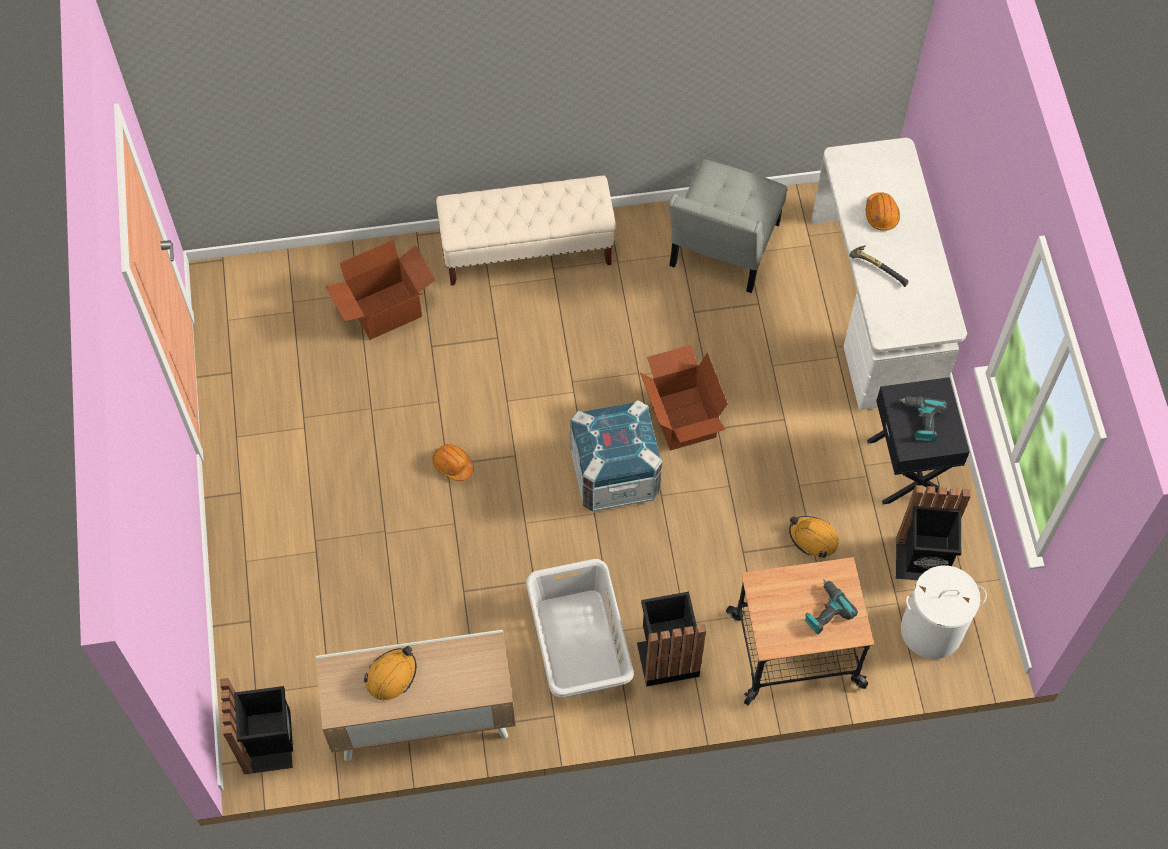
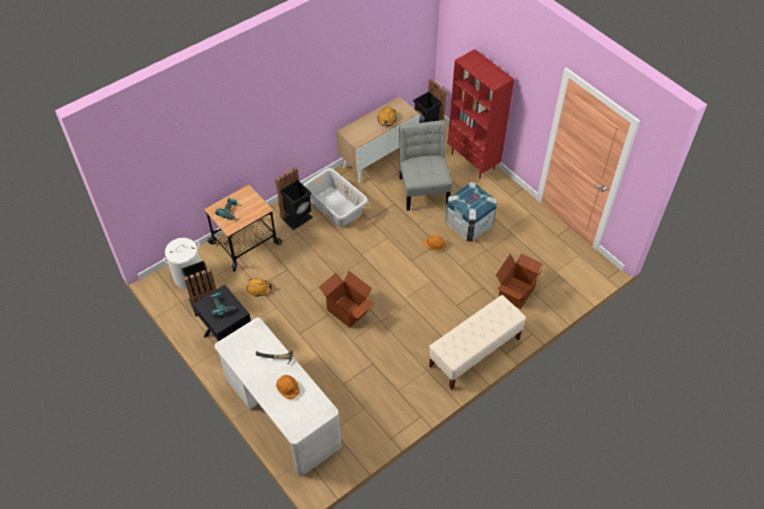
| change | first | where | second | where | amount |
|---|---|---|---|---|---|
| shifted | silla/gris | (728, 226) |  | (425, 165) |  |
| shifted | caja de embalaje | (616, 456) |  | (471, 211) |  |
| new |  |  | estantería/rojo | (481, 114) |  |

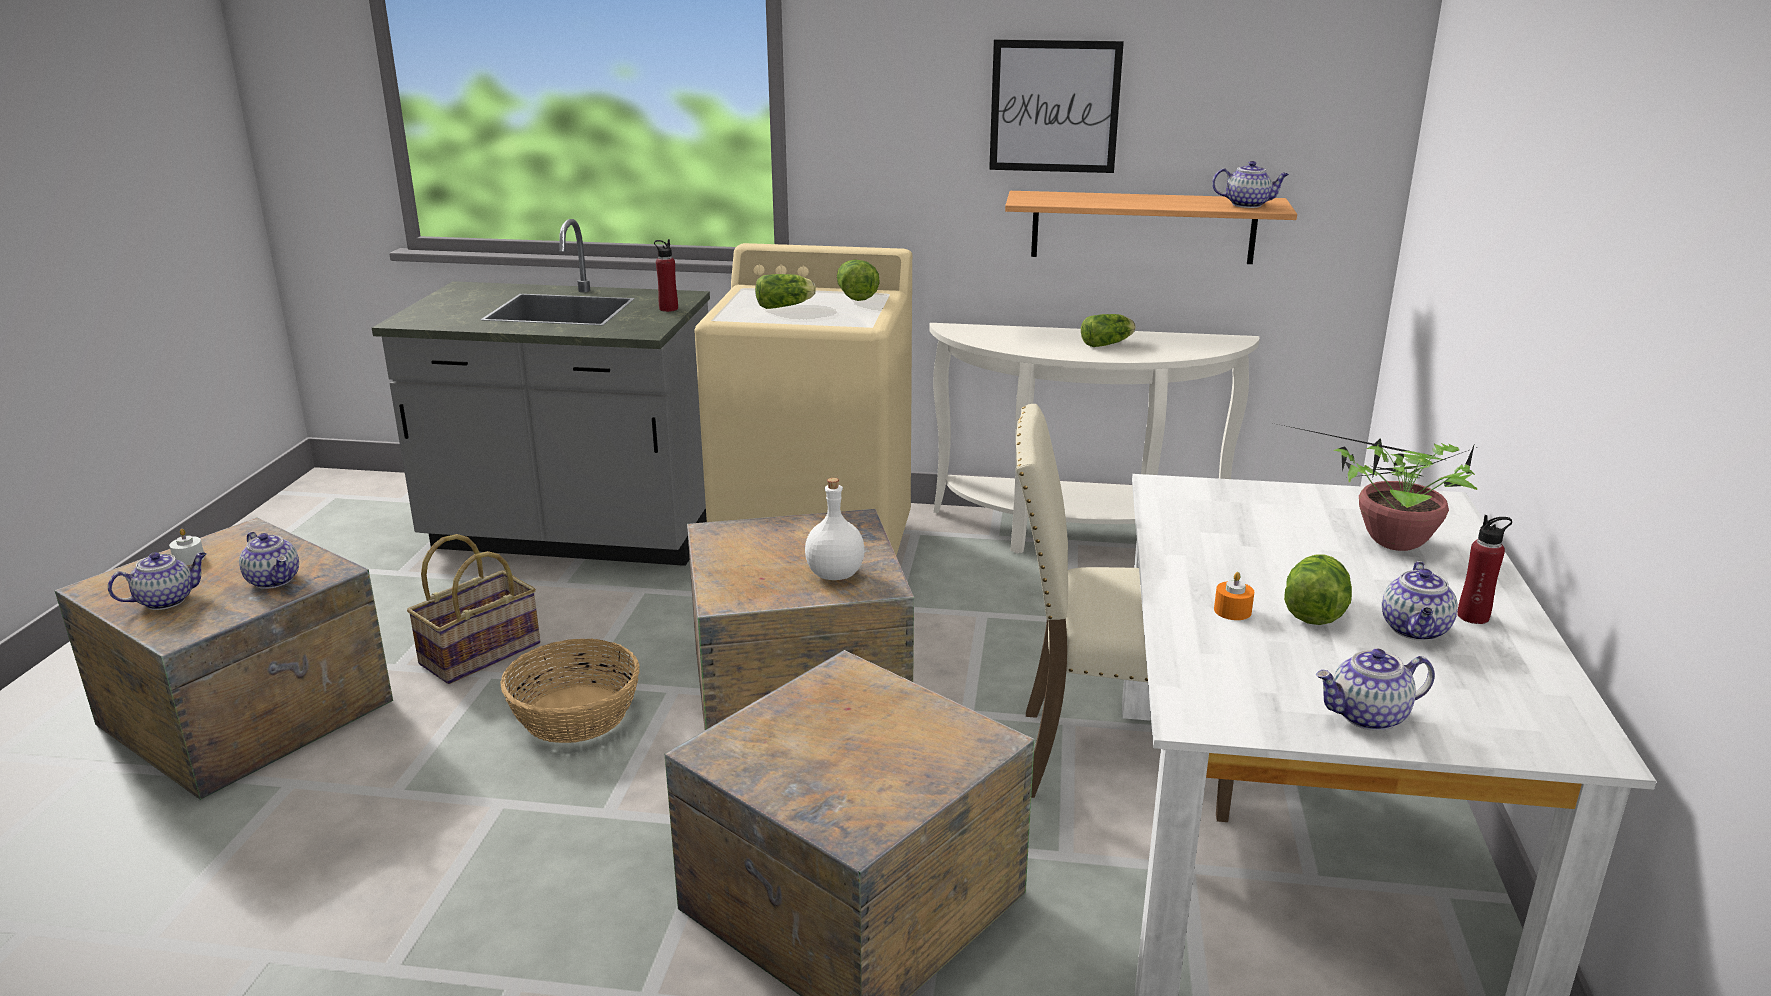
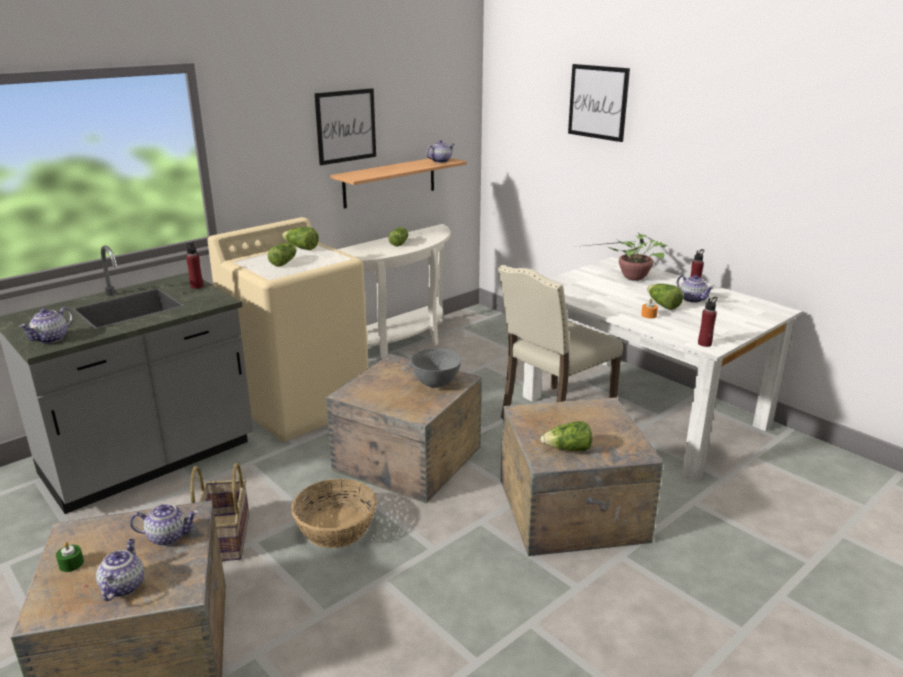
| change | first | where | second | where | amount |
|---|---|---|---|---|---|
| swapped | botella/blanco | (835, 529) | cuenco/gris | (436, 368) |  |
| repainted | vela/blanco | (187, 547) | vela/verde | (70, 557) |  |
| shifted | tetera | (1375, 690) |  | (46, 325) |  |
| new |  |  | cuadro | (599, 103) |  |
| new |  |  | botella/rojo | (708, 322) |  |
| new |  |  | lechuga | (566, 436) |  |

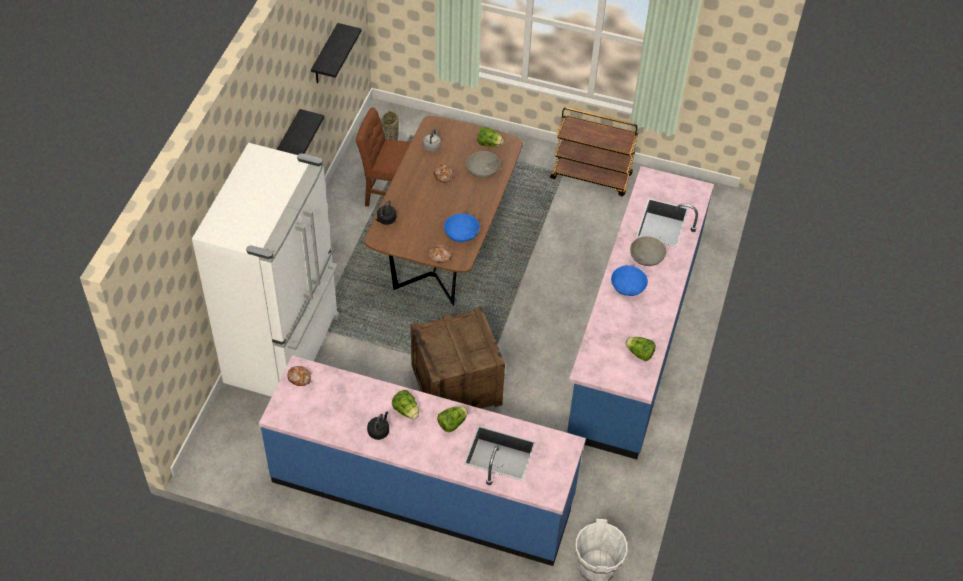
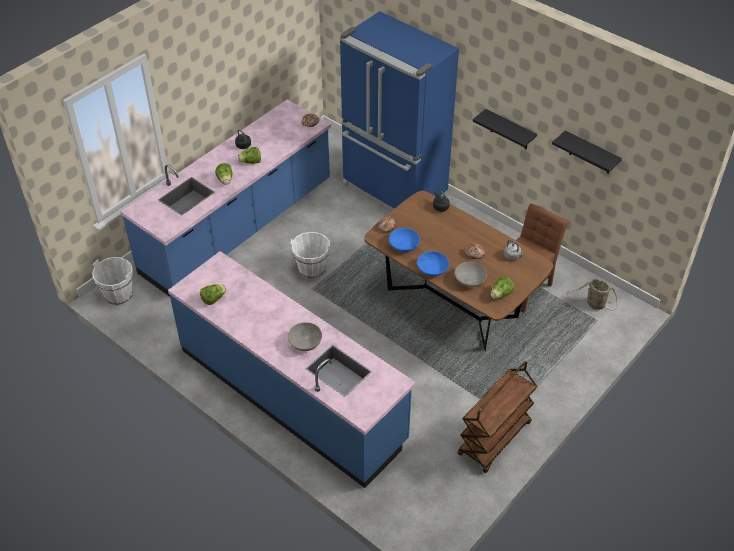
| change | first | where | second | where | amount |
|---|---|---|---|---|---|
| repainted | nevera/blanco | (266, 271) | nevera/azul | (399, 110) |  |
| shifted | cuenco/azul | (629, 280) |  | (433, 263) |  |
| swapped | caja de embalaje | (458, 357) | cubo/blanco | (310, 255) |  |

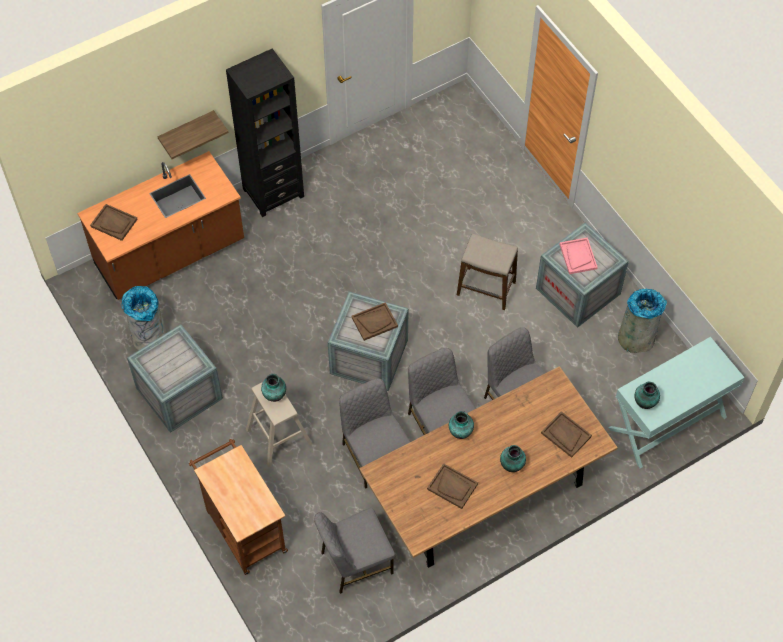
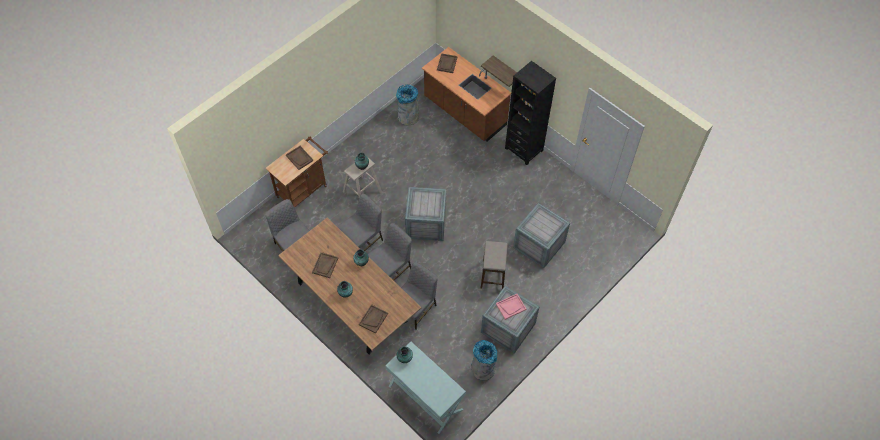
| change | first | where | second | where | amount |
|---|---|---|---|---|---|
| shifted | bandeja/marrón | (375, 321) |  | (299, 158) |  |
| shifted | caja de embalaje | (175, 378) |  | (541, 235) |  |

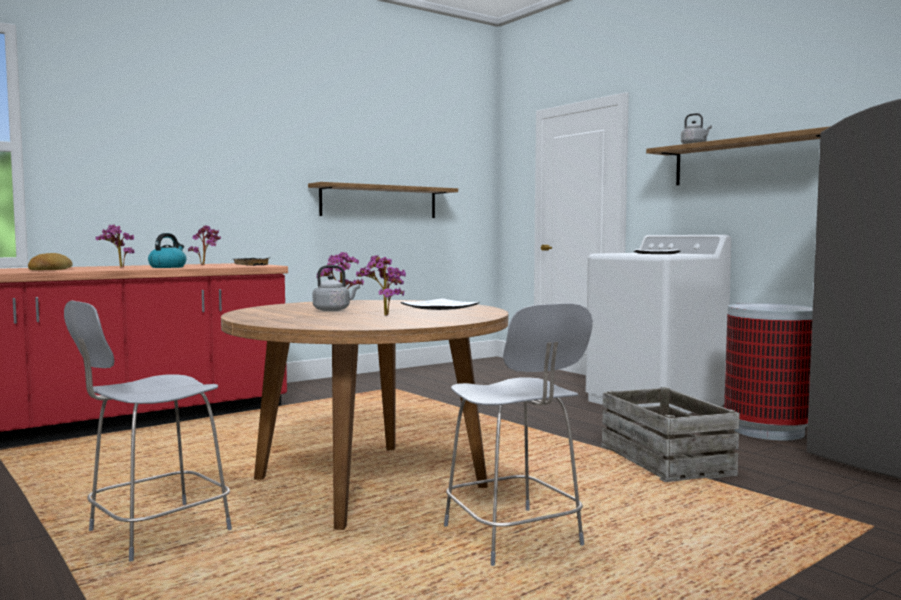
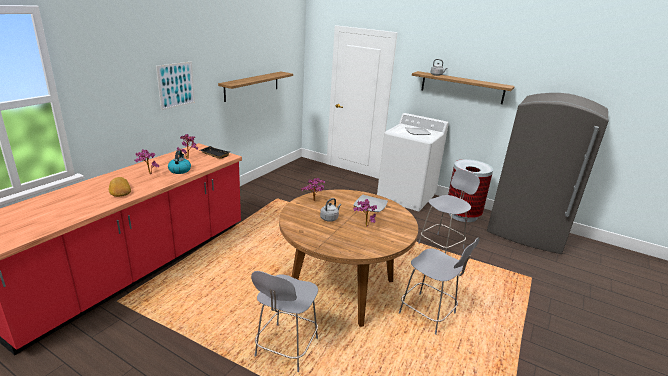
| change | first | where | second | where | amount |
|---|---|---|---|---|---|
| swapped | caja de embalaje | (670, 434) | silla/gris | (449, 211) |  |
| new |  |  | cuadro | (175, 86) |  |

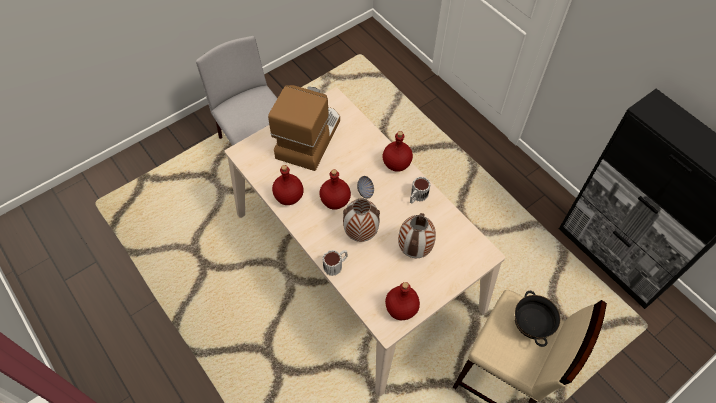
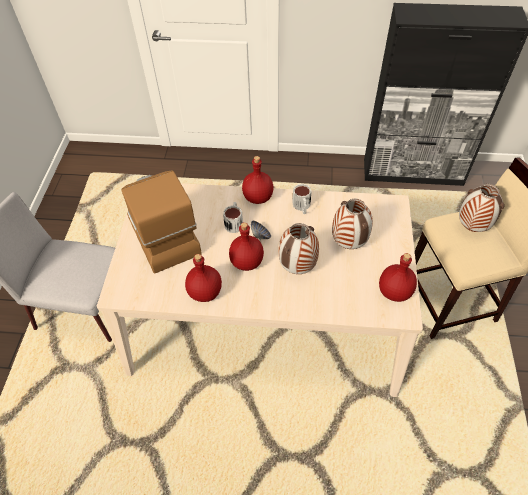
| change | first | where | second | where | amount |
|---|---|---|---|---|---|
| shifted | taza grande | (334, 263) |  | (233, 217) |  |
| swapped | cuenco/negro | (537, 319) | florero | (482, 208) |  |

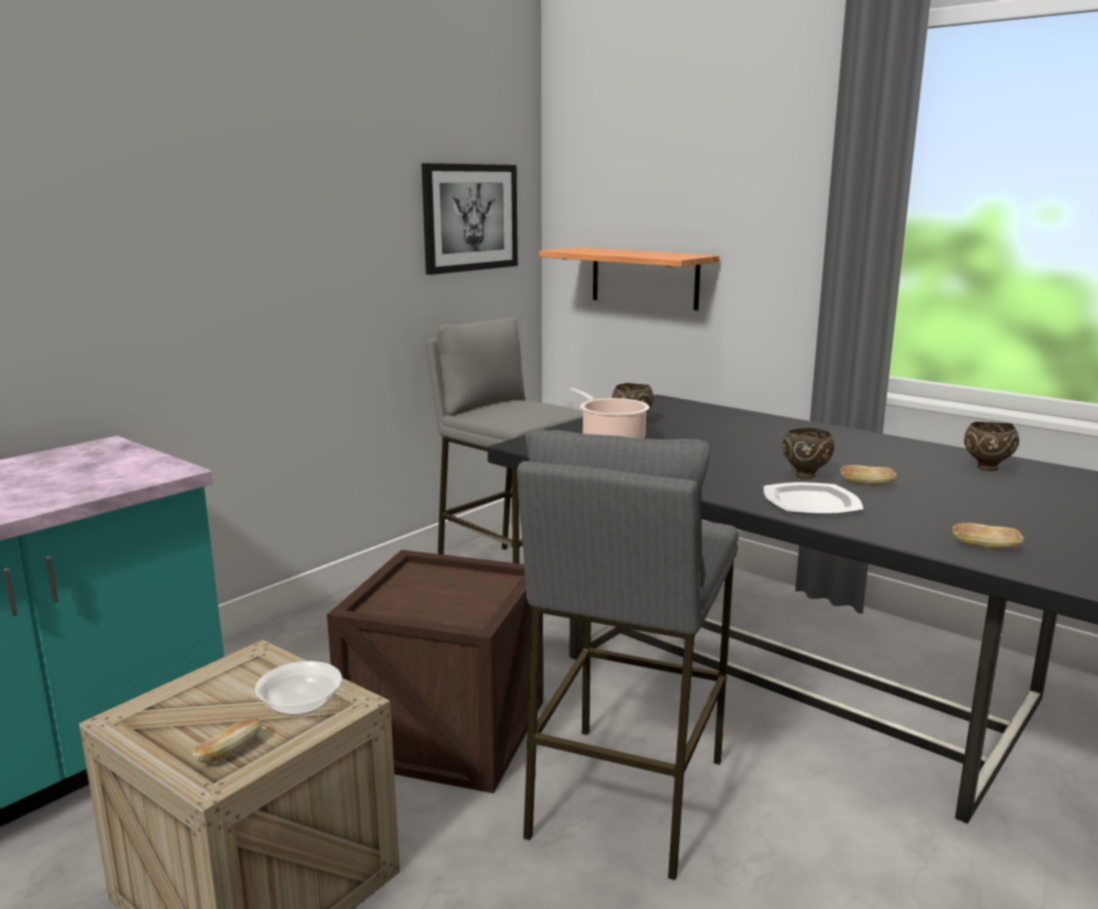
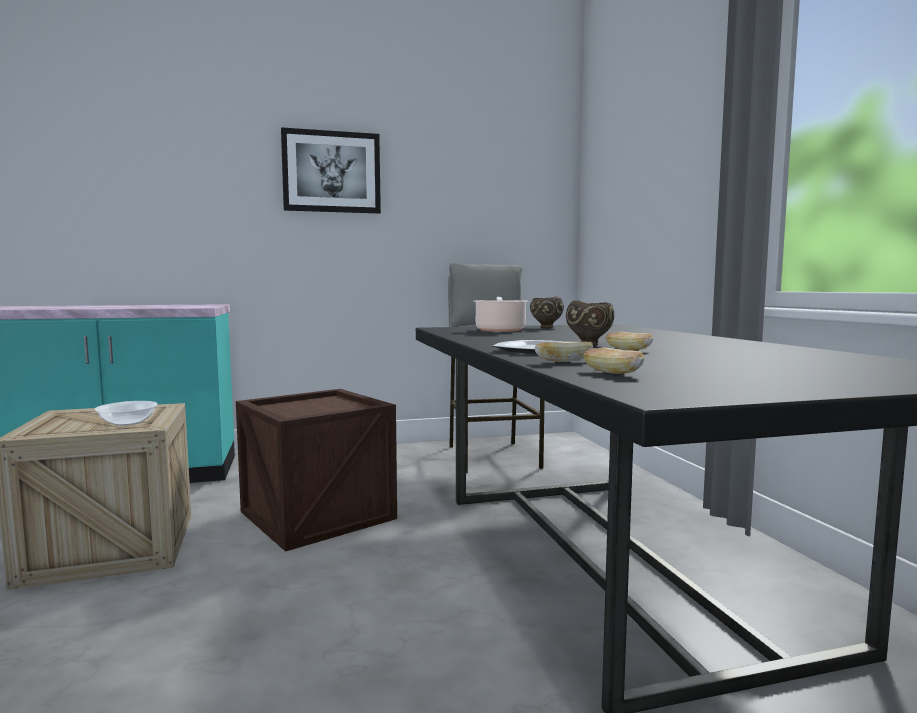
| change | first | where | second | where | amount |
|---|---|---|---|---|---|
| shifted | cuadro | (469, 219) |  | (331, 170) |  |
| gone | estante | (629, 279) |  |  |  |
| gone | cuenco/marrón | (991, 446) |  |  |  |
| gone | taburete/gris | (627, 655) |  |  |  |
| shifted | pan | (227, 740) |  | (564, 352) |  |

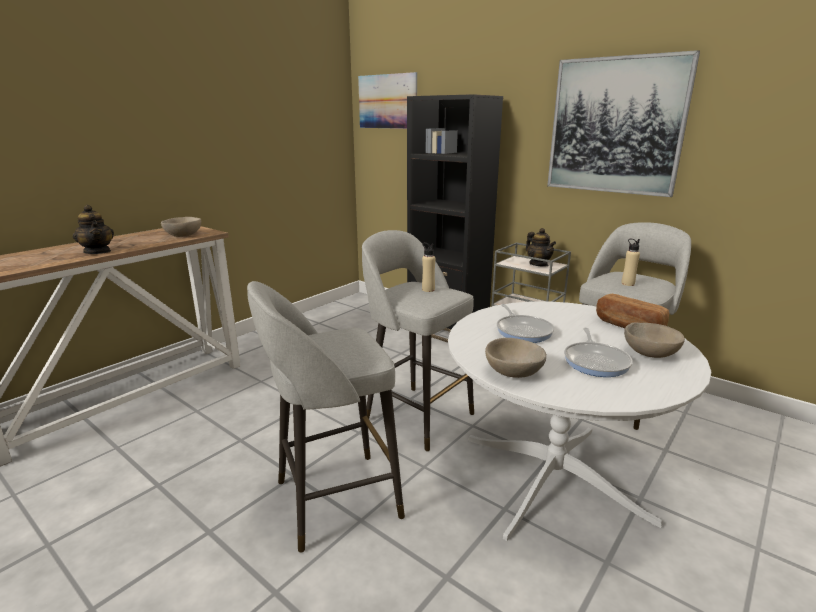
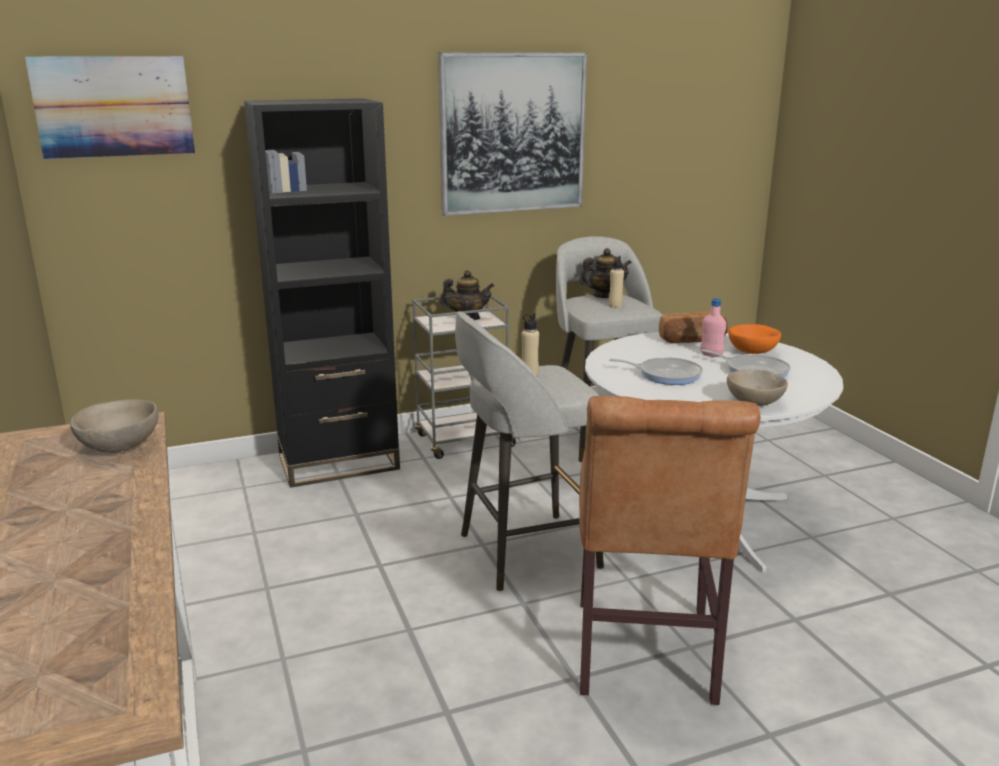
| change | first | where | second | where | amount |
|---|---|---|---|---|---|
| shifted | tetera | (93, 229) |  | (605, 273) |  |
| swapped | taburete/gris | (326, 417) | silla/marrón | (670, 550) |  |
| repainted | cuenco/beis | (654, 340) | cuenco/naranja | (754, 339) |  |
| new |  |  | botella/rosa | (713, 327) |  |

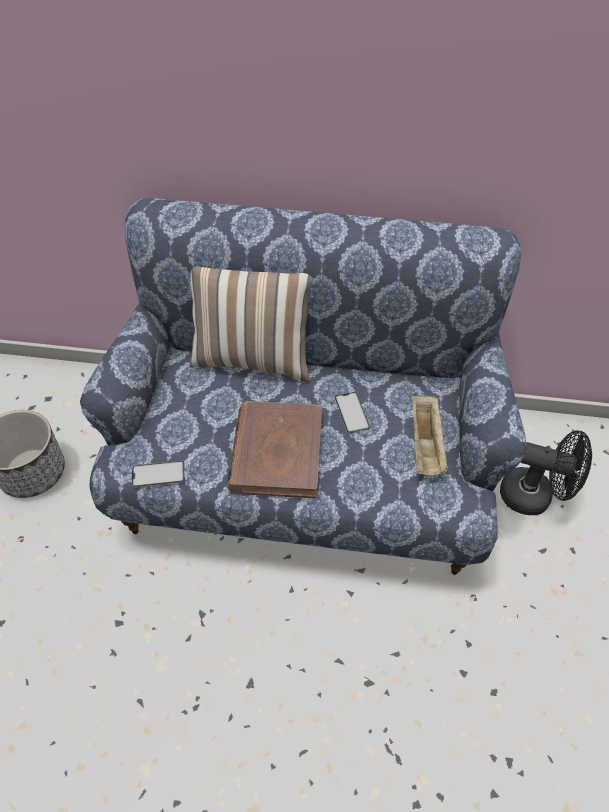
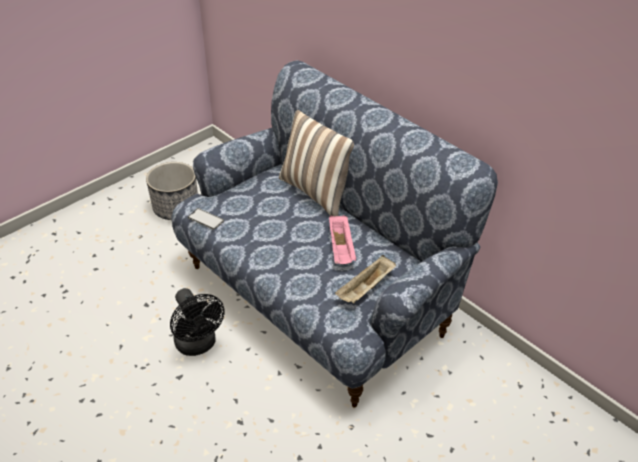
| change | first | where | second | where | amount |
|---|---|---|---|---|---|
| swapped | móvil | (352, 412) | bandeja/rosa | (342, 239) |  |
| gone | libro/marrón | (274, 449) |  |  |  |
| shifted | ventilador/negro | (546, 472) |  | (197, 322) |  |

